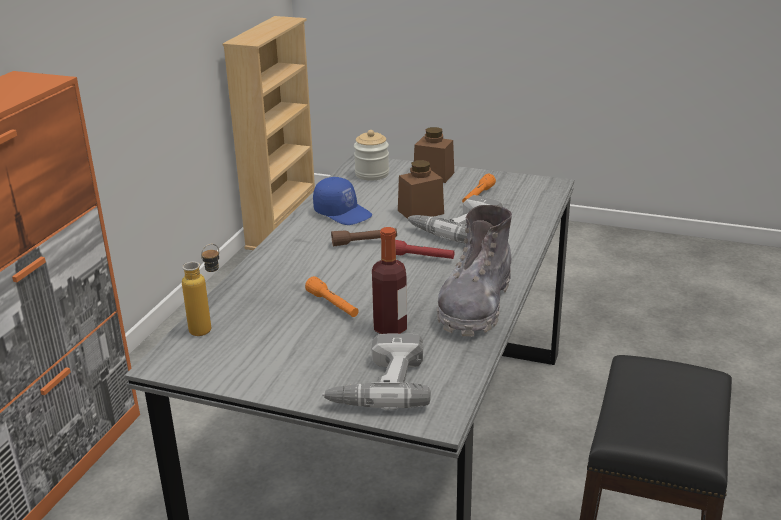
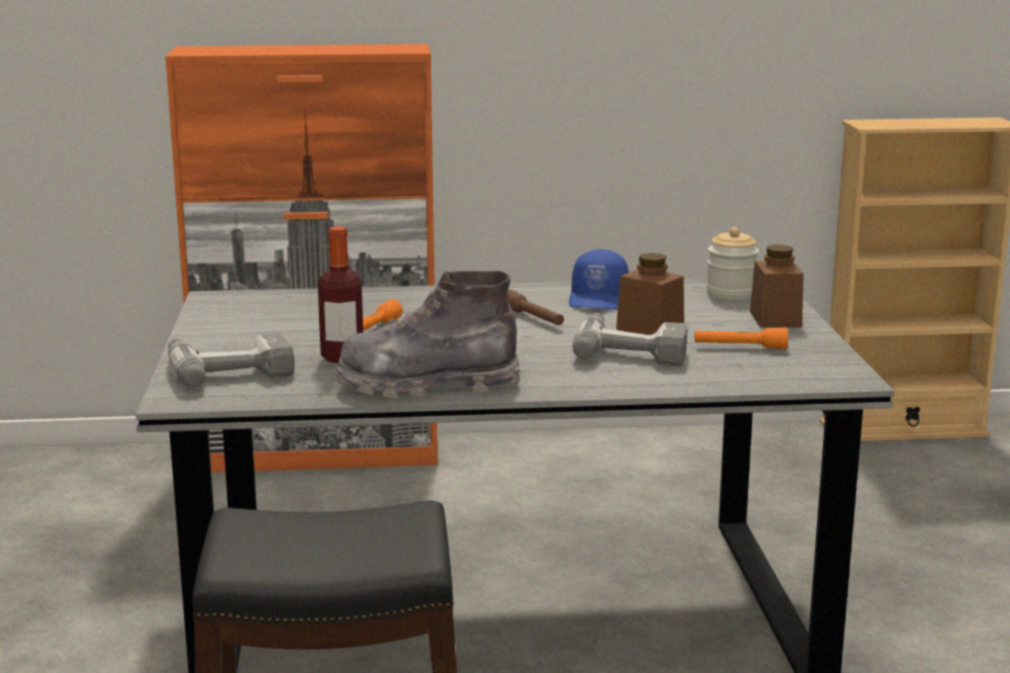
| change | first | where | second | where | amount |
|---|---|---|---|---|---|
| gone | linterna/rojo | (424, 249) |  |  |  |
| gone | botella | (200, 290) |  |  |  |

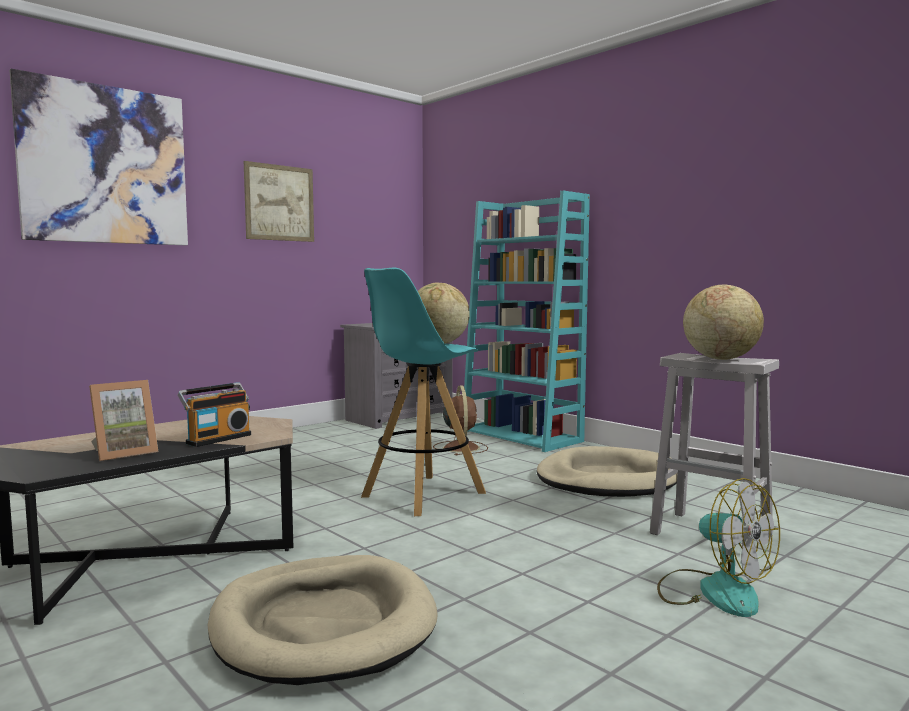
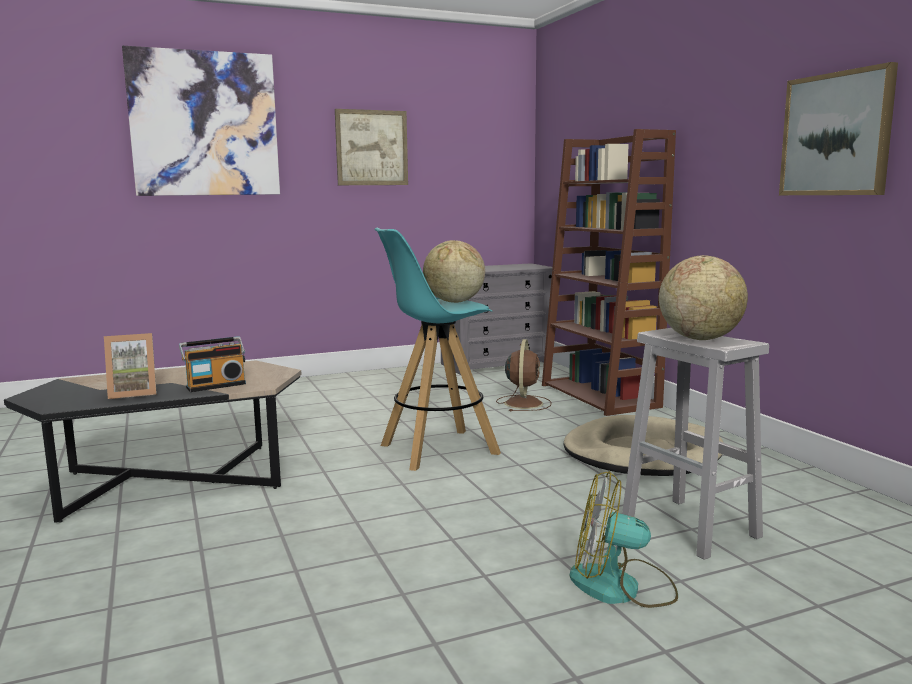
| change | first | where | second | where | amount |
|---|---|---|---|---|---|
| repainted | estantería/turquesa | (526, 321) | estantería/marrón | (609, 272) |  |
| rotated | ventilador | (718, 547) |  | (624, 539) | 120 degrees clockwise |
| gone | cama para perro/beis | (323, 620) |  |  |  |
| new |  |  | cuadro | (838, 128) |  |

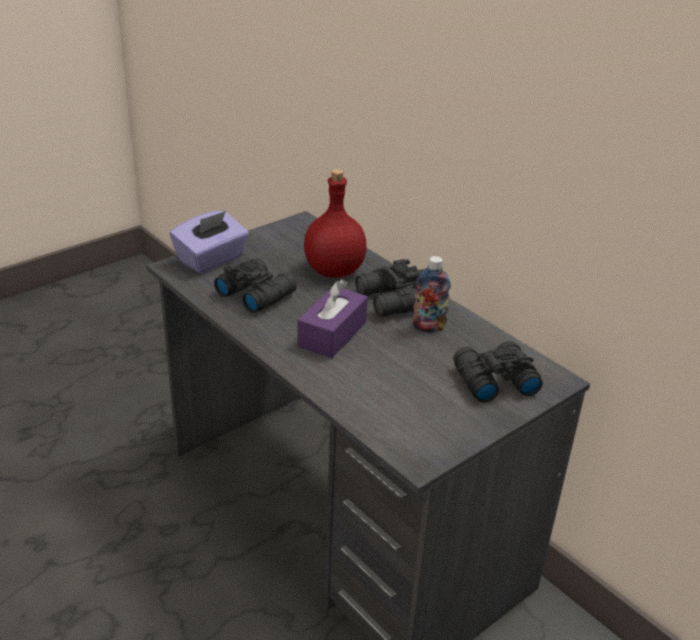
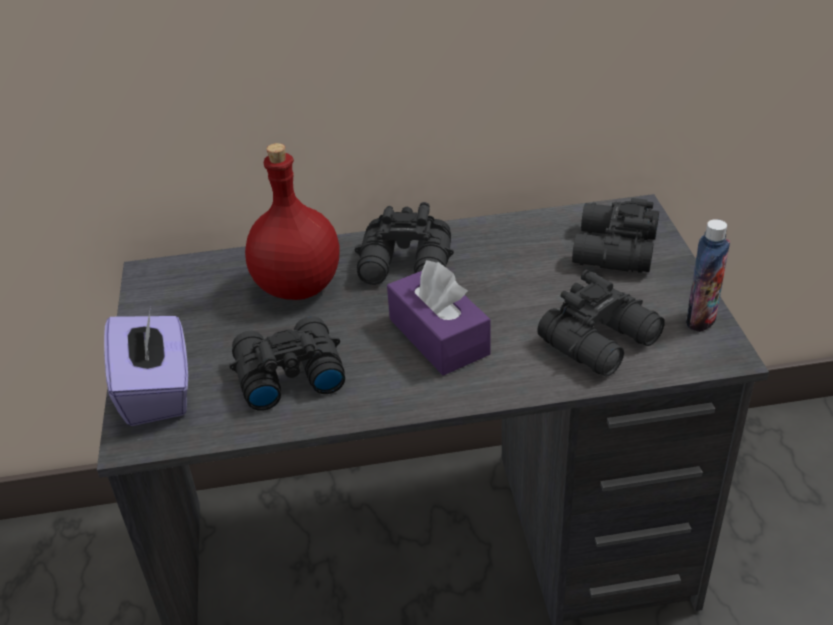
| change | first | where | second | where | amount |
|---|---|---|---|---|---|
| shifted | botella | (431, 294) |  | (708, 275) |  |
| new |  |  | prismáticos/negro | (601, 323) |  |

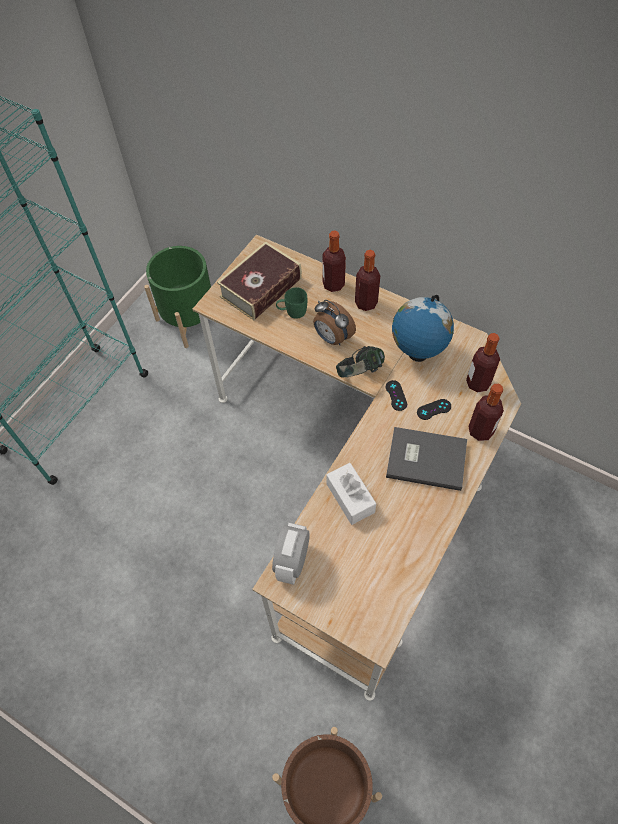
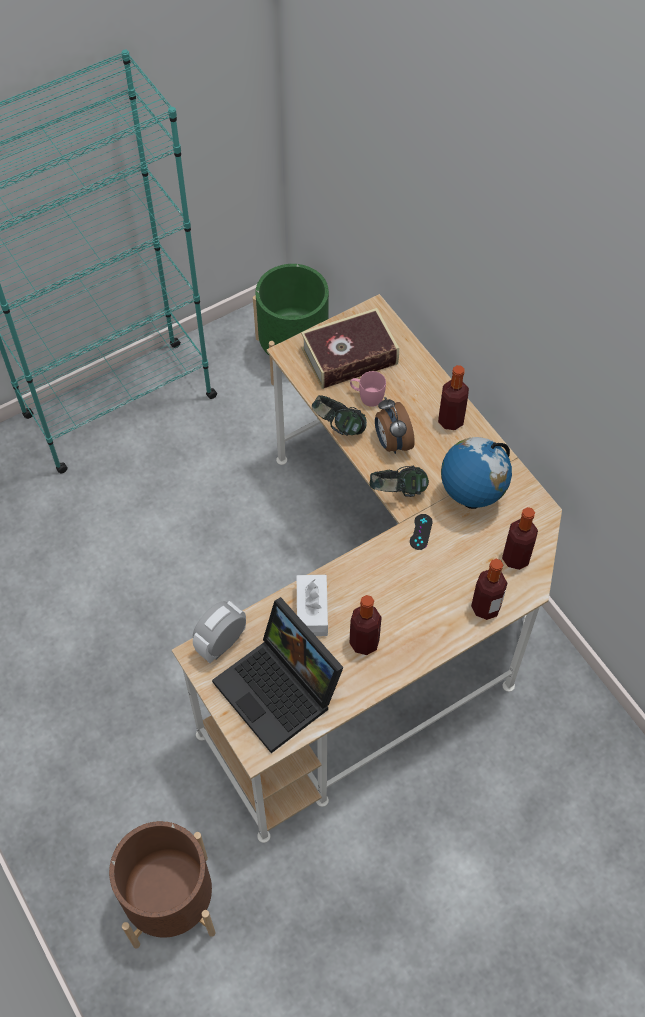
| change | first | where | second | where | amount |
|---|---|---|---|---|---|
| shifted | botella | (334, 261) |  | (366, 625) |  |
| repainted | taza grande/verde | (291, 303) | taza grande/rosa | (368, 389) |  |
| gone | mando de consola/negro | (434, 409) |  |  |  |
| gone | libro/gris | (426, 459) |  |  |  |
| new |  |  | auriculares | (339, 415) |  |
| new |  |  | portátil | (278, 675) |  |

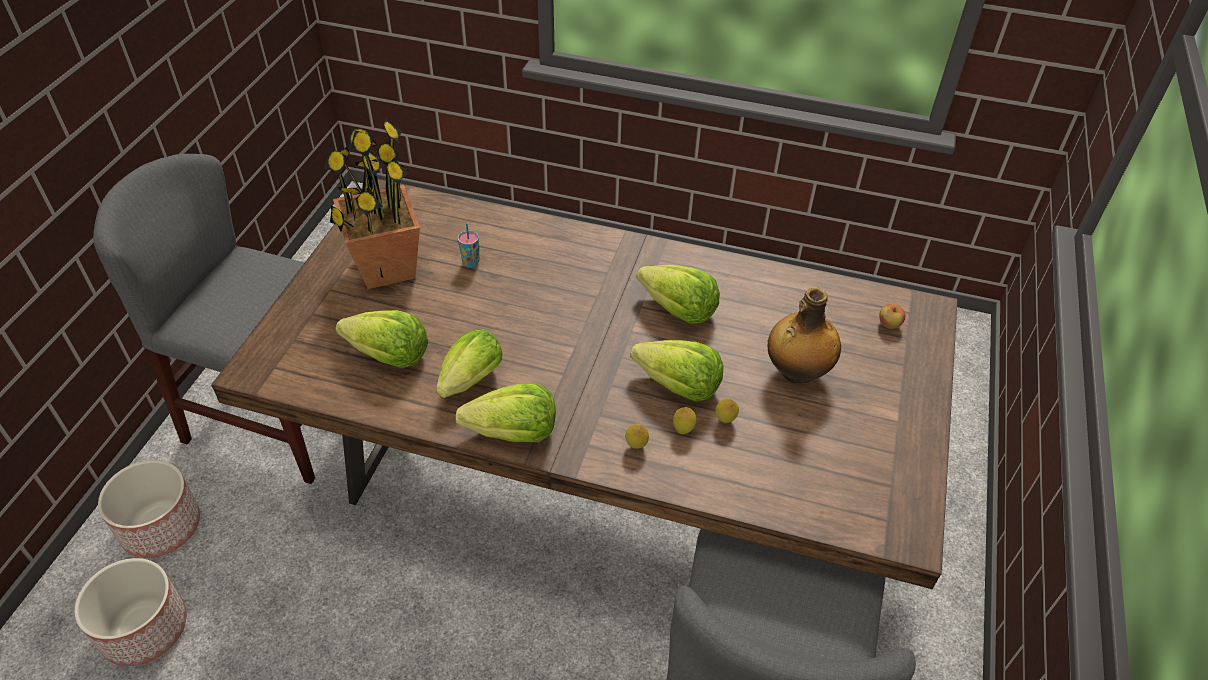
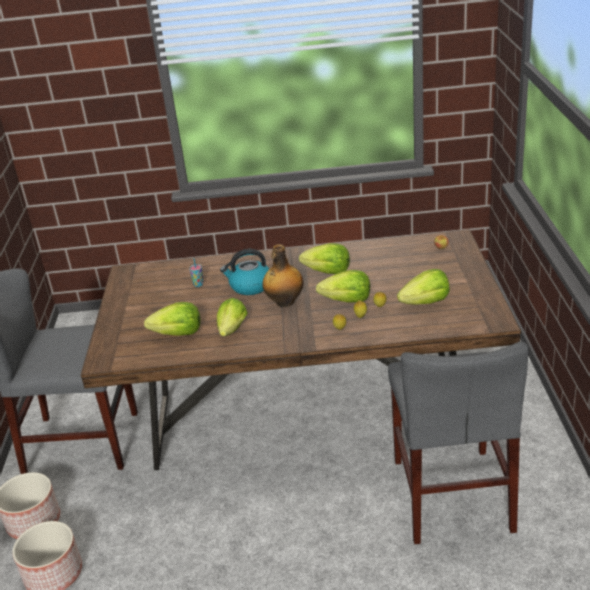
| change | first | where | second | where | amount |
|---|---|---|---|---|---|
| gone | planta en maceta | (372, 203) |  |  |  |
| shifted | botella | (804, 335) |  | (283, 275) |  |
| shifted | lechuga | (505, 412) |  | (423, 287) |  |
| new |  |  | hervidor | (244, 272) |  |

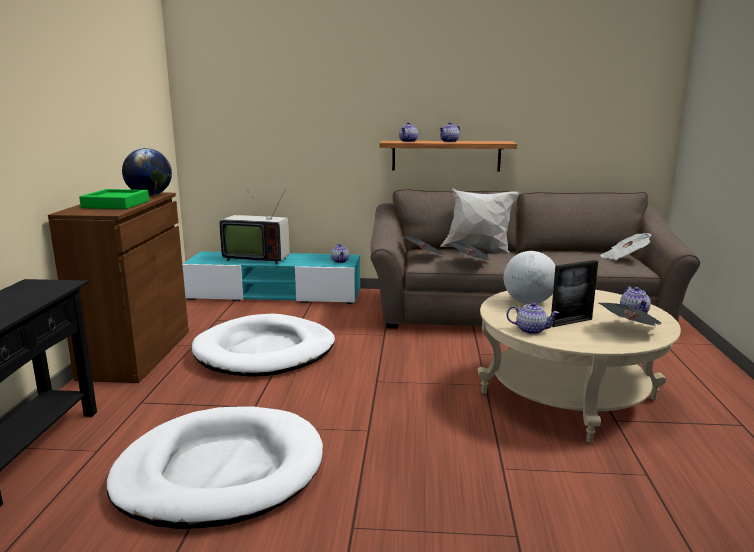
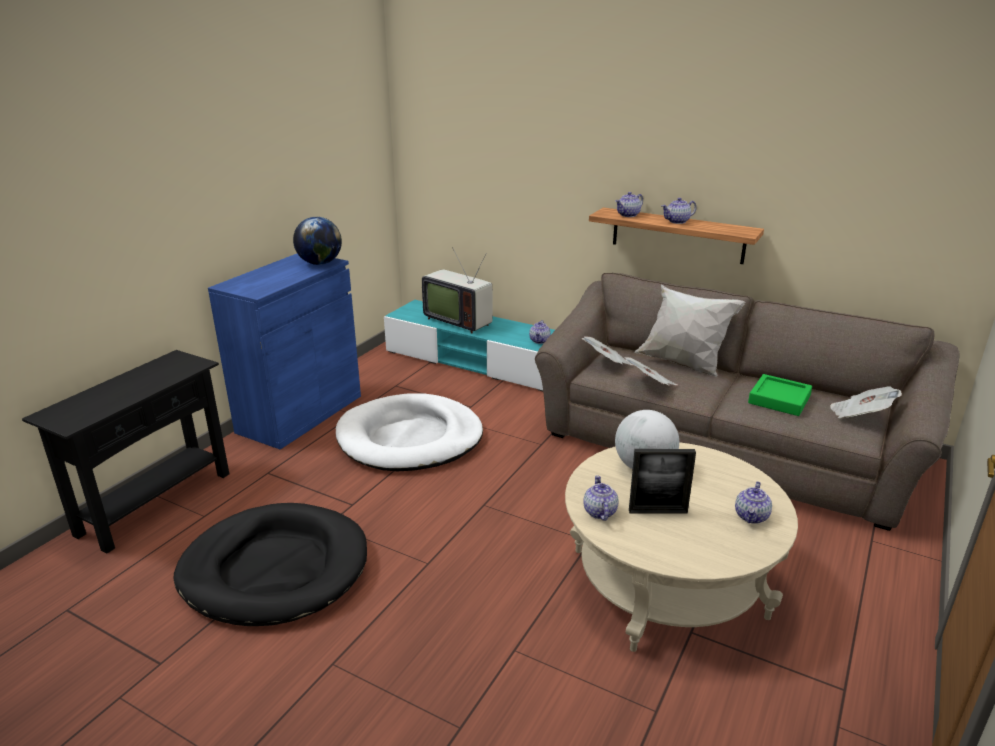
| change | first | where | second | where | amount |
|---|---|---|---|---|---|
| shifted | bandeja/verde | (114, 199) |  | (780, 395) |  |
| repainted | armario/marrón | (118, 287) | armario/azul | (284, 352) |  |
| rotated | tetera | (533, 318) |  | (601, 498) | 135 degrees counterclockwise |
| gone | periódico | (630, 314) |  |  |  |
| repainted | cama para perro/blanco | (214, 468) | cama para perro/negro | (270, 564) |  |

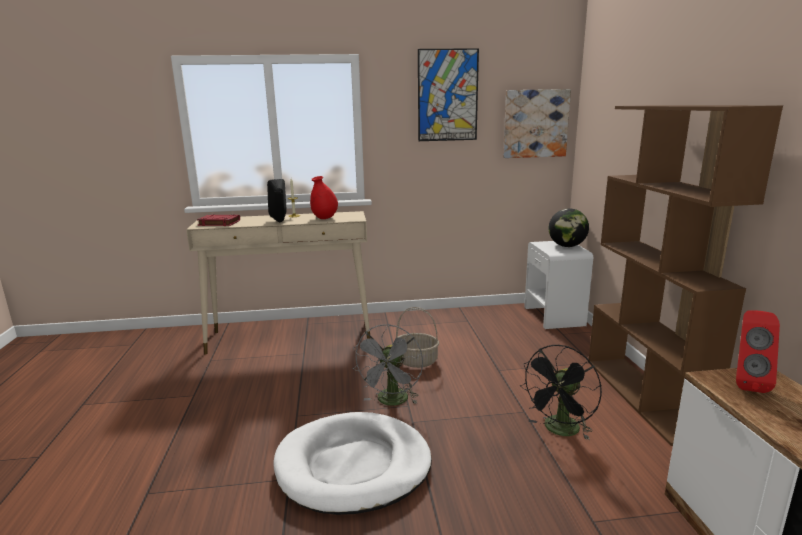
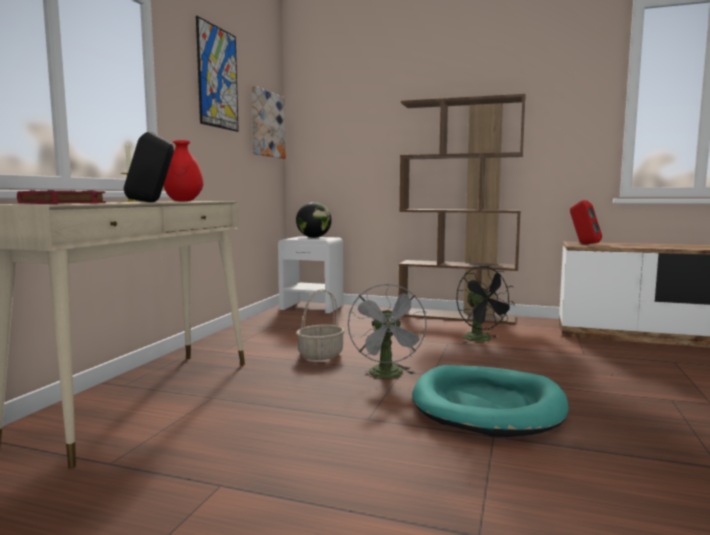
| change | first | where | second | where | amount |
|---|---|---|---|---|---|
| rotated | ventilador/gris | (387, 365) |  | (387, 331) | 45 degrees clockwise |
| repainted | cama para perro/blanco | (353, 463) | cama para perro/turquesa | (490, 401) |  |

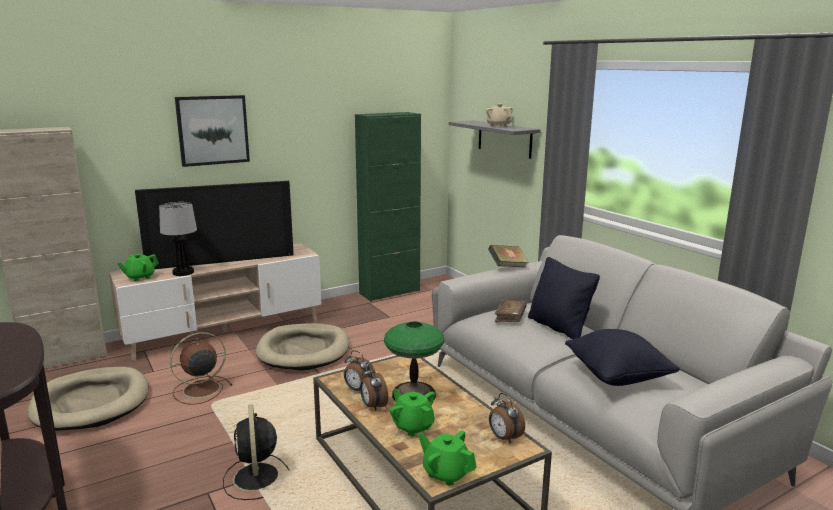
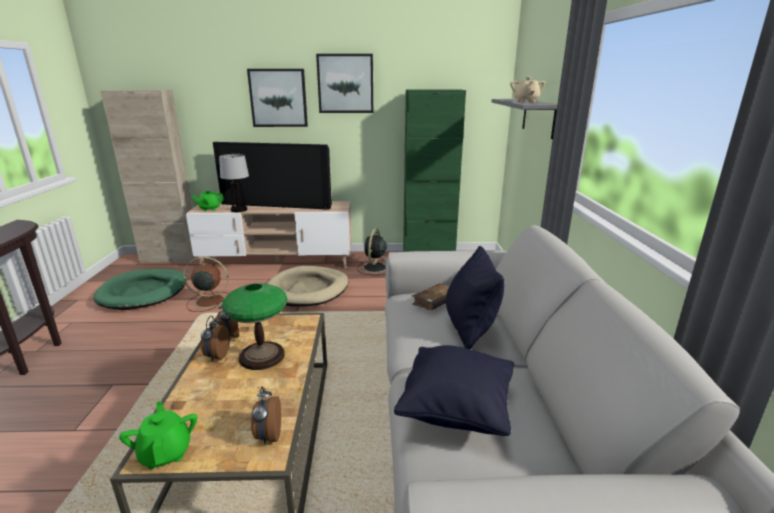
| change | first | where | second | where | amount |
|---|---|---|---|---|---|
| gone | libro | (508, 256) |  |  |  |
| repainted | cama para perro/beis | (88, 399) | cama para perro/verde | (140, 289) |  |
| gone | tetera/verde | (412, 412) |  |  |  |
| shifted | ventilador/negro | (256, 452) |  | (372, 251) |  |
| new |  |  | cuadro | (344, 83) |  |

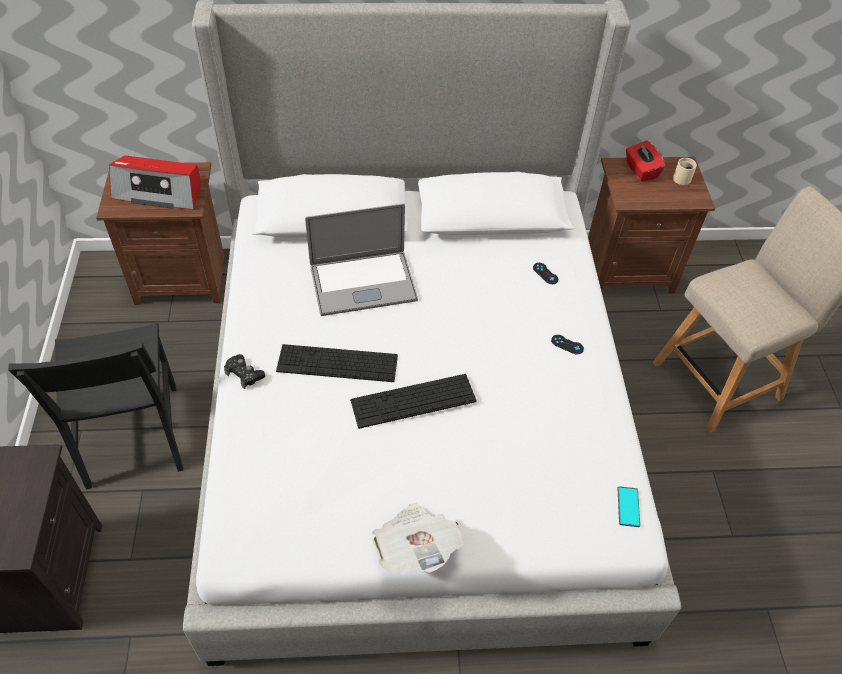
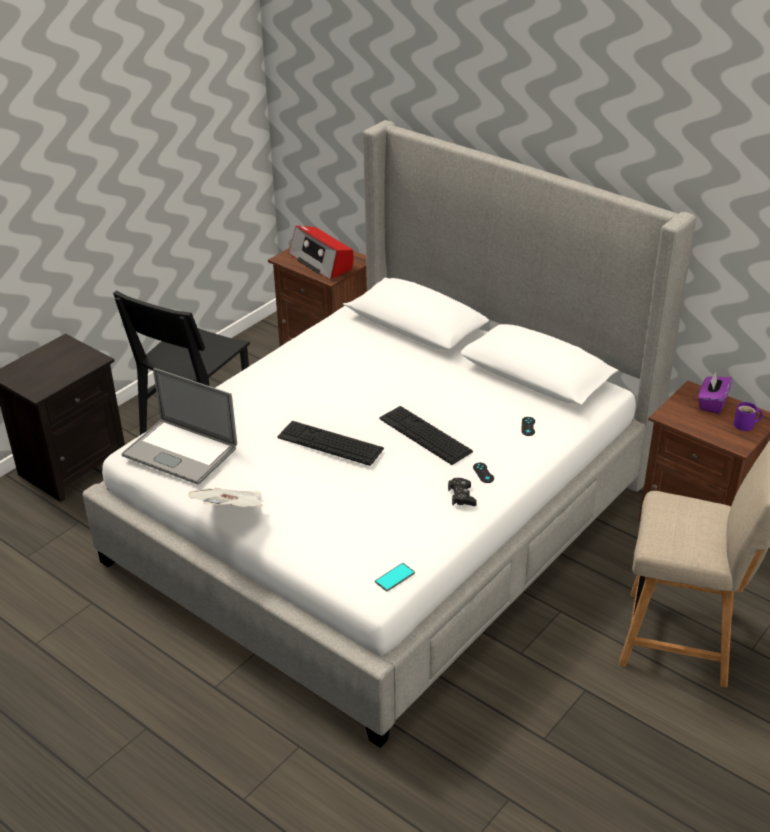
| change | first | where | second | where | amount |
|---|---|---|---|---|---|
| repainted | caja de pañuelos/rojo | (646, 160) | caja de pañuelos/morado | (715, 392) |  |
| repainted | taza grande/beis | (685, 171) | taza grande/morado | (748, 416) |  |
| shifted | portátil | (361, 259) |  | (179, 426) |  |
| shifted | teclado | (337, 363) |  | (426, 435) |  |
| shifted | mando de consola/negro | (244, 371) |  | (462, 492) |  |

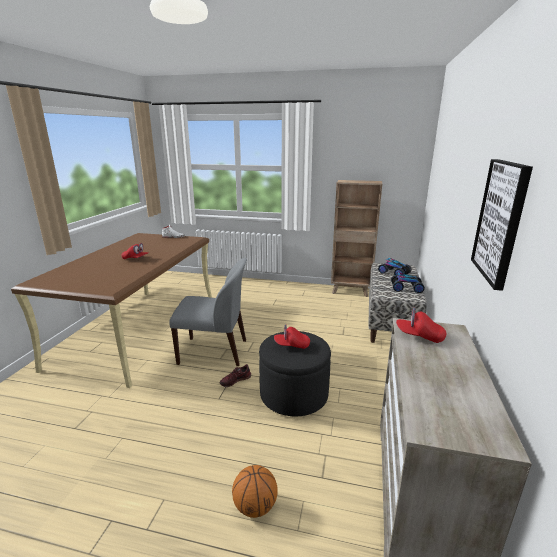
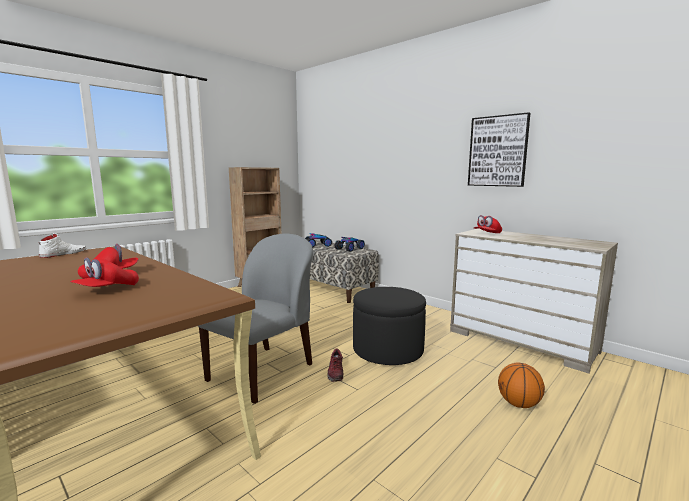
| change | first | where | second | where | amount |
|---|---|---|---|---|---|
| shifted | gorra/rojo | (292, 336) |  | (104, 272) |  |

